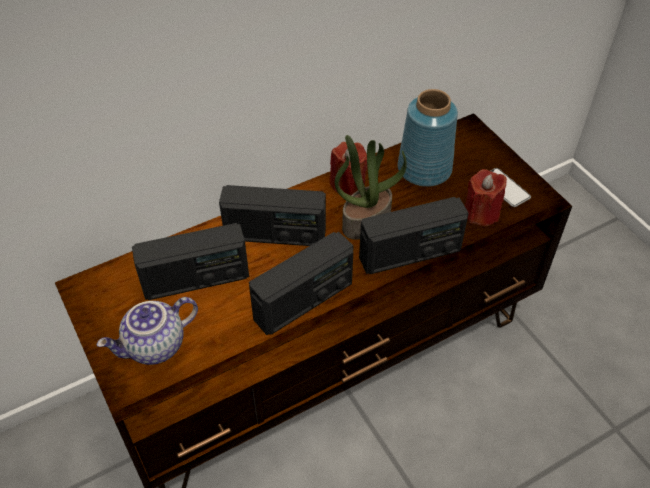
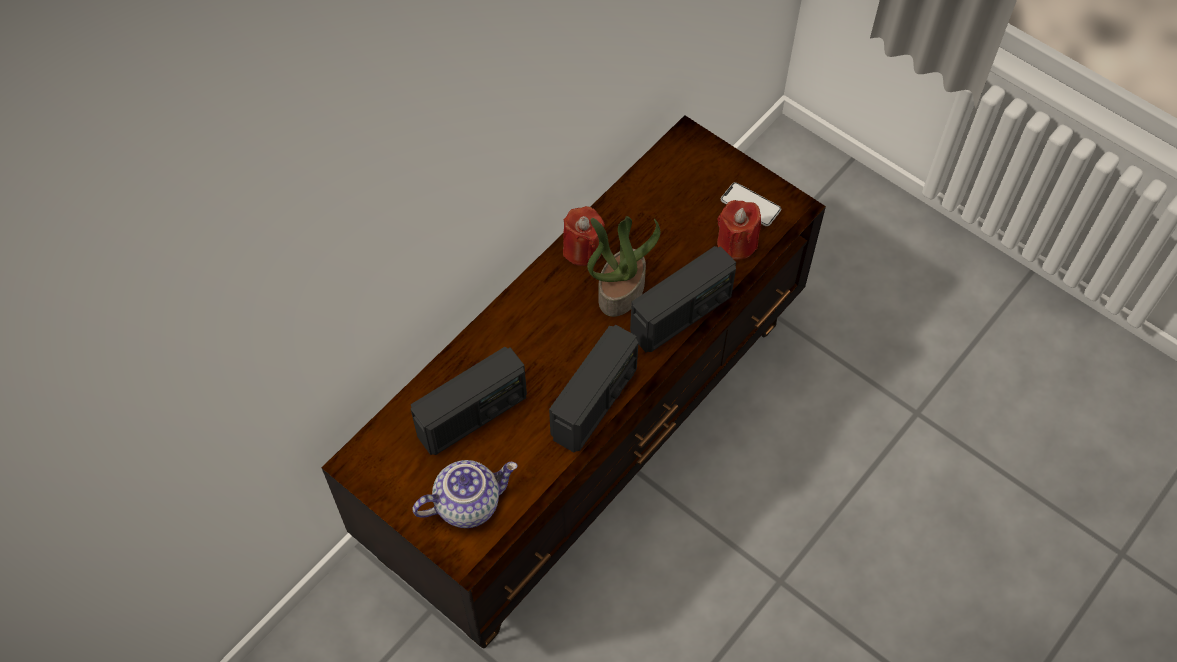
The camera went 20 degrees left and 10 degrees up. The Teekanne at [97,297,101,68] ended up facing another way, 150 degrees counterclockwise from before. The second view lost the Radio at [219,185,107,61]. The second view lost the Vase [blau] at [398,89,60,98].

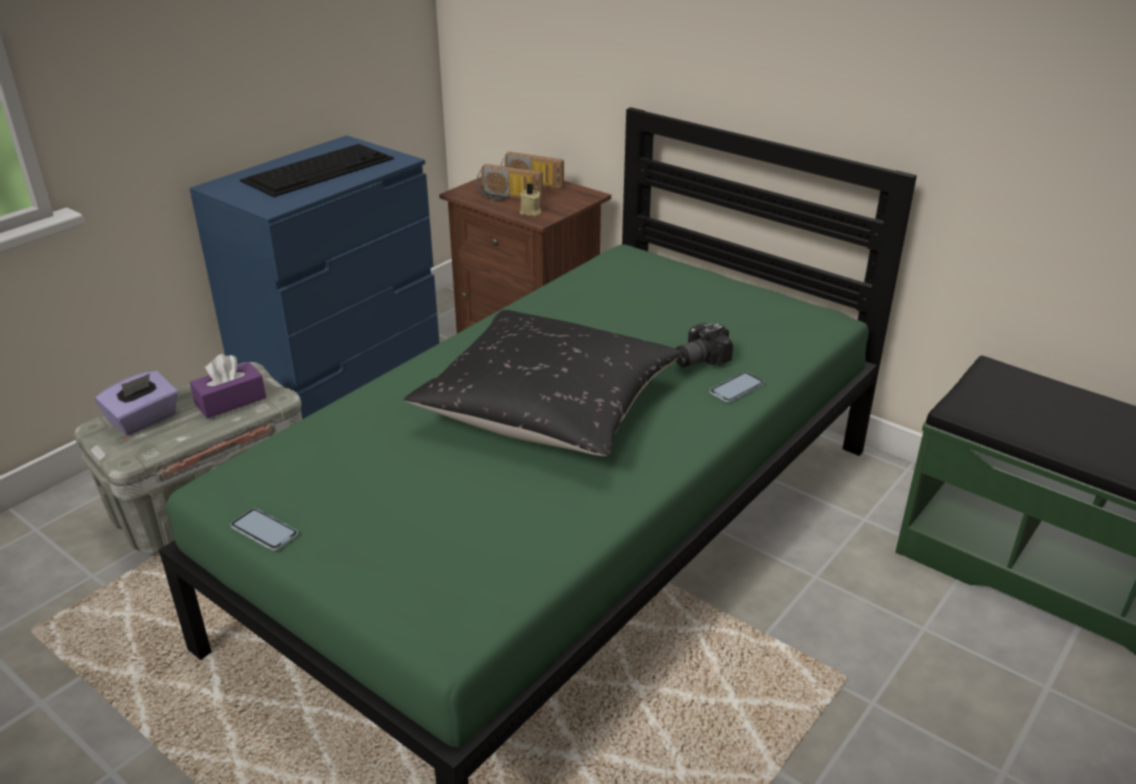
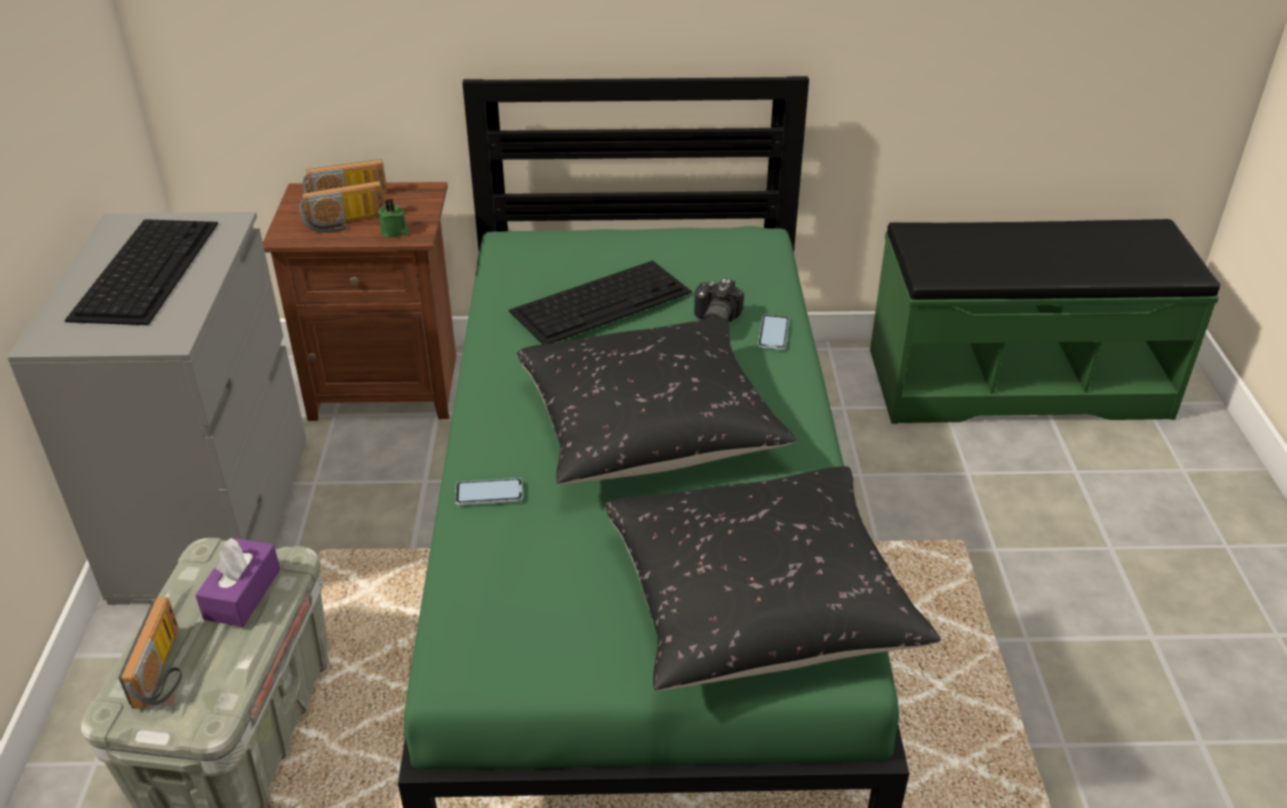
The camera went 40 degrees left and 5 degrees up. Where the Taschentuchbox [lila] stood at [95,371,83,65], the Radio came to stand at [118,597,64,111]. What was the Kommode [blau] at [189,135,251,284] turned into the Kommode [grau] at [7,212,299,393]. The Handy ended up elsewhere, having gone from [230,508,68,43] to [455,478,68,27]. What was the Kerze [beige] at [520,183,21,33] turned into the Kerze [grün] at [378,199,31,39]. The second view gained the Tastatur at [509,260,183,84]. The second view gained the Kissen [schwarz] at [605,466,336,225].

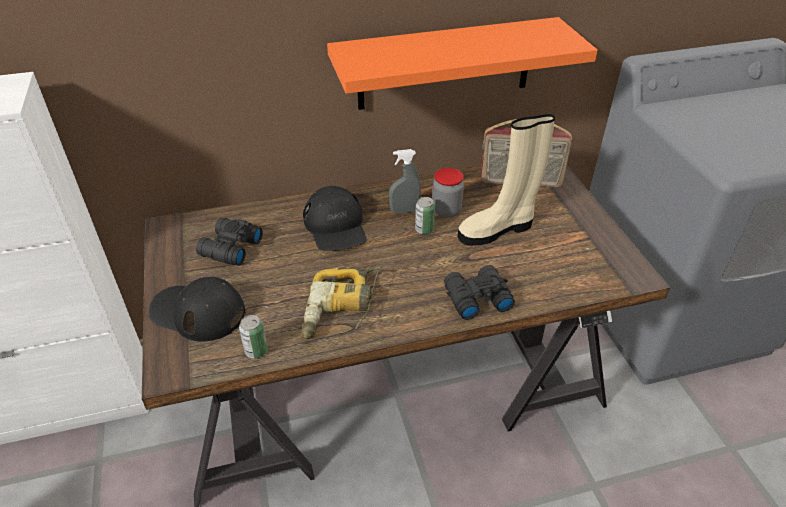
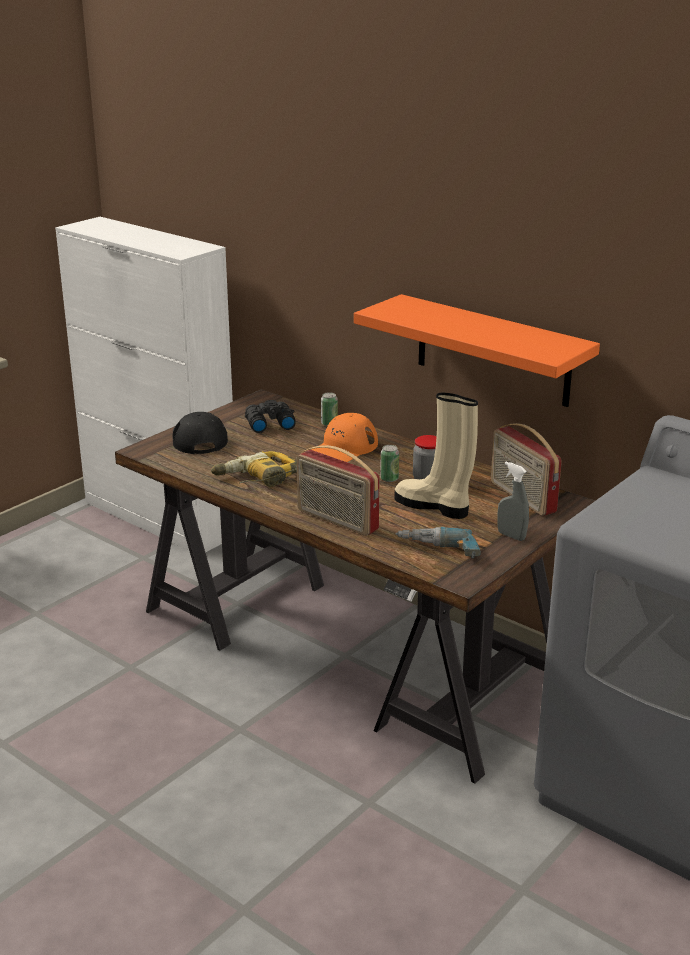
The camera went 55 degrees right and 15 degrees down. The Dose ended up elsewhere, having gone from [239,315,29,44] to [321,392,17,34]. What was the Kappe [schwarz] at [303,186,64,65] turned into the Kappe [orange] at [312,413,66,49]. The Sprühflasche [grau] ended up elsewhere, having gone from [389,149,32,65] to [497,462,32,79]. Where the Fernglas [schwarz] stood at [444,265,71,55], the Radio came to stand at [297,445,83,91]. The second view gained the Bohrmaschine at [395,527,86,32].

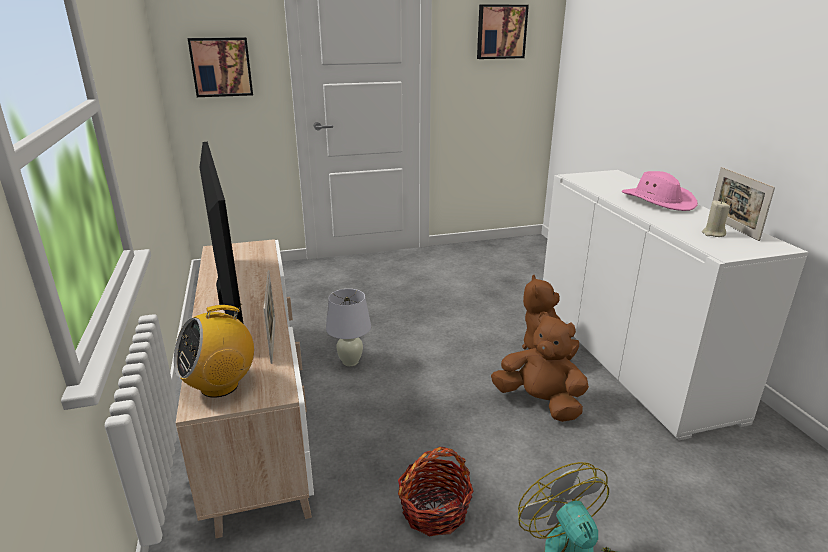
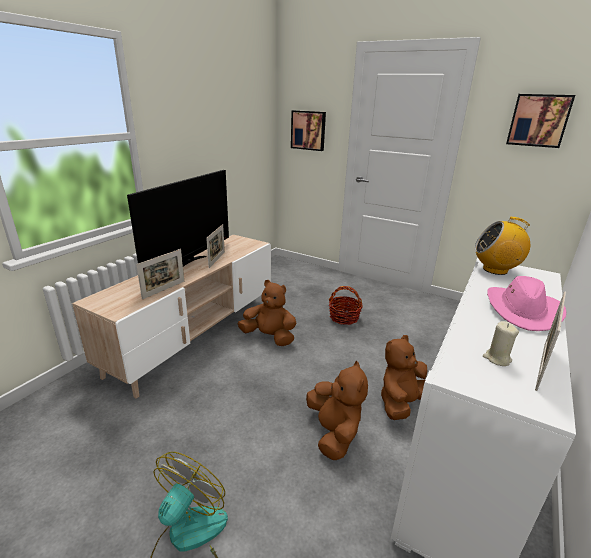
The camera went 45 degrees right and 0 degrees up. The Radio ended up elsewhere, having gone from [174,304,80,94] to [475,217,55,58]. Where the Tischlampe [weiß] stood at [326,289,45,77], the Plüschtier [braun] came to stand at [237,280,60,66]. The Korb ended up elsewhere, having gone from [398,447,76,89] to [329,286,34,39]. The second view gained the Bilderrahmen at [206,224,19,44].

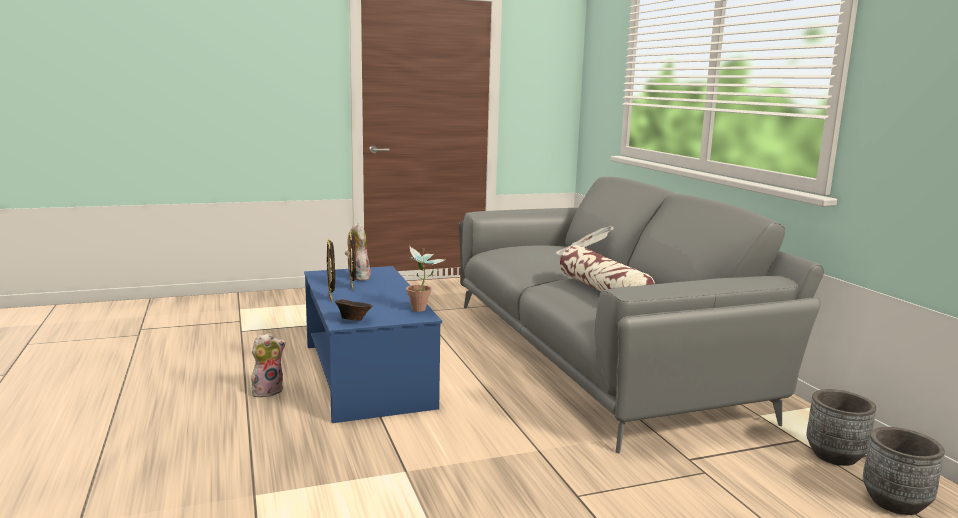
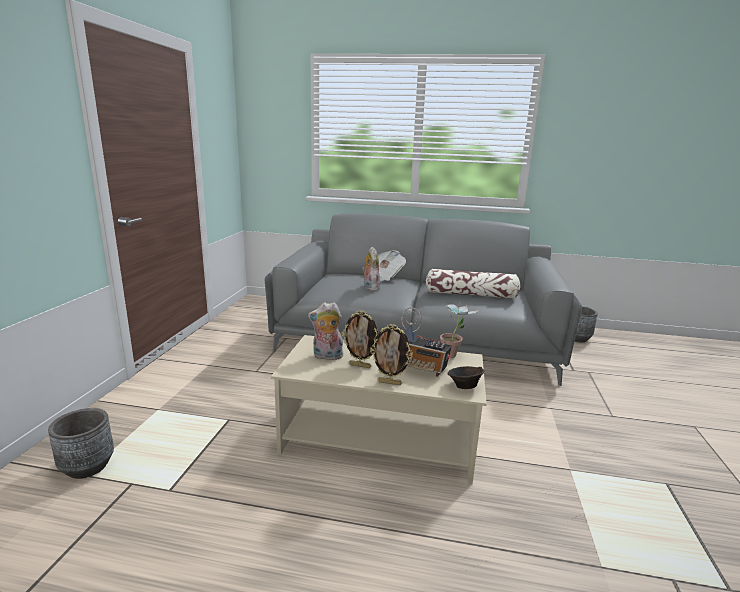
The camera went 60 degrees left and 5 degrees up. The Plüschtier ended up elsewhere, having gone from [251,333,35,64] to [362,247,18,44]. What was the Couchtisch [blau] at [304,266,138,157] turned into the Couchtisch [beige] at [271,335,216,149]. The Pflanzkübel [grau] ended up elsewhere, having gone from [863,427,82,88] to [48,408,66,71]. The second view gained the Radio at [402,307,50,70].

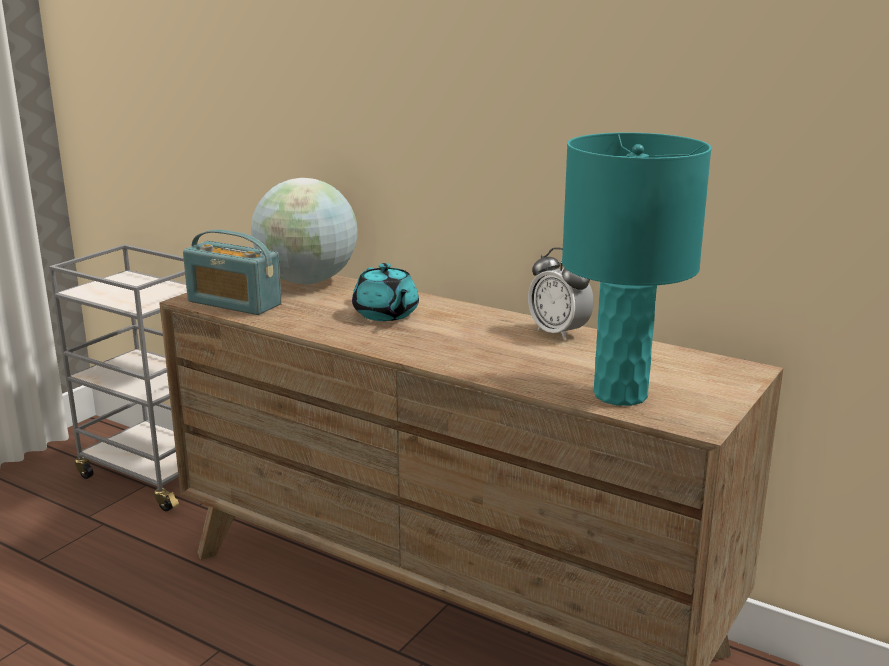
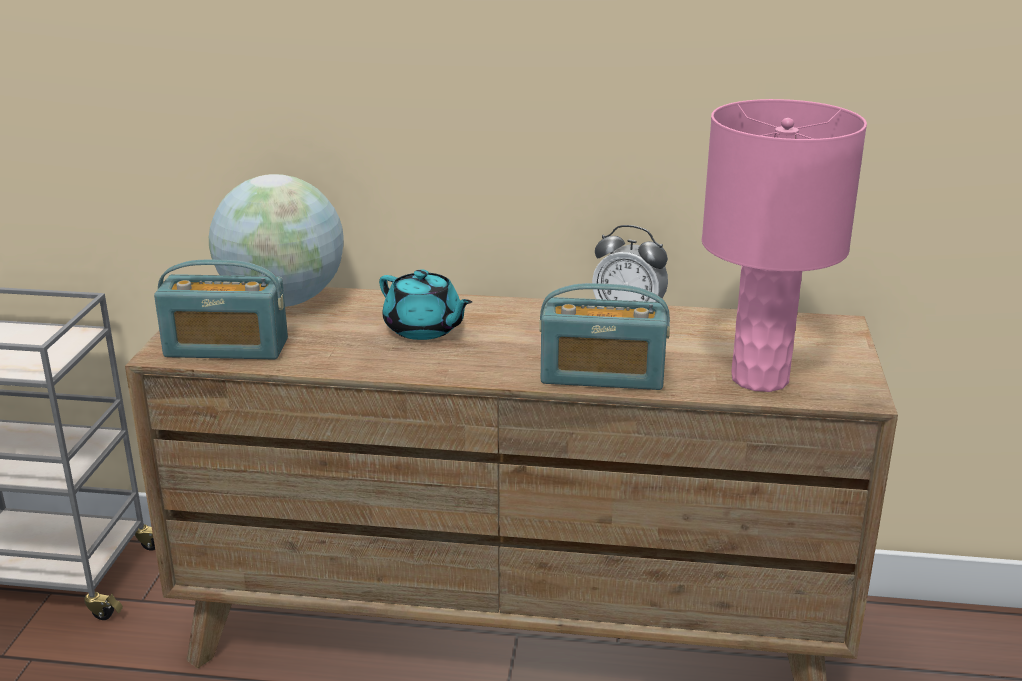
The camera went 25 degrees left and 5 degrees up. What was the Tischlampe [türkis] at [562,132,150,274] turned into the Tischlampe [rosa] at [702,99,165,293]. The second view gained the Radio at [539,283,131,107].

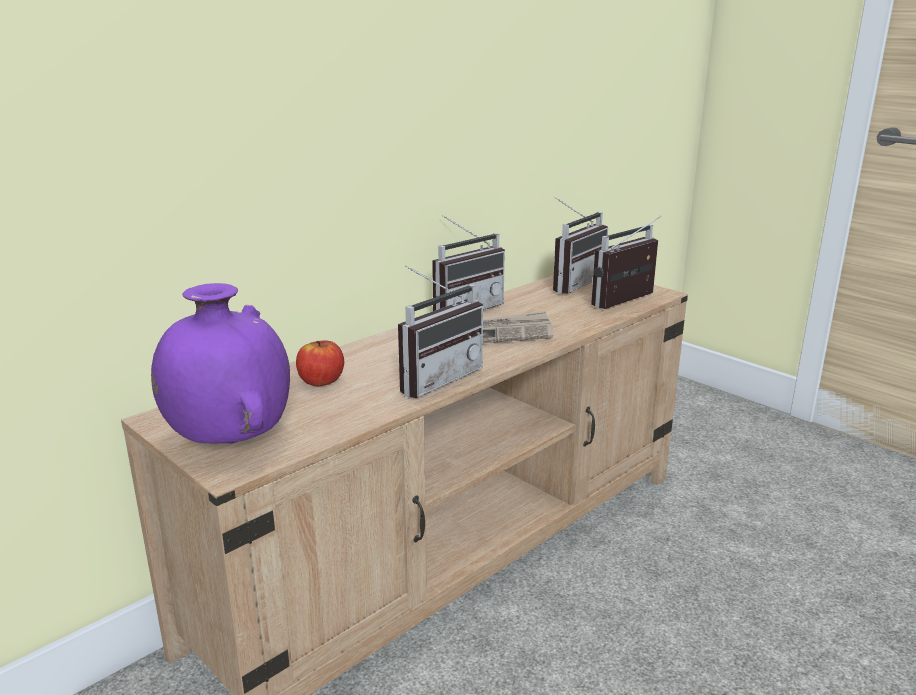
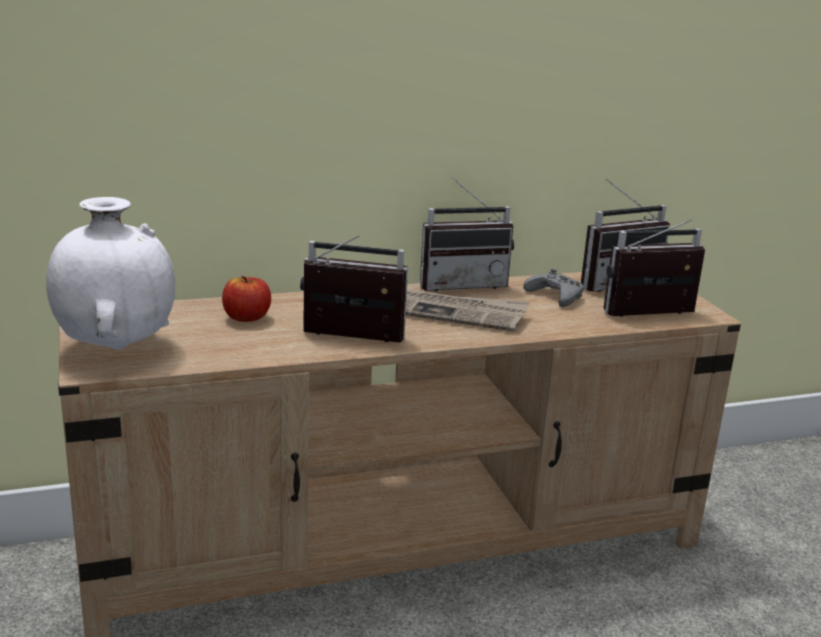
The camera went 25 degrees right and 0 degrees up. What was the Vase [lila] at [151,283,139,161] turned into the Vase [weiß] at [46,197,129,152]. The Radio at [398,265,85,133] ended up facing another way, 150 degrees counterclockwise from before. The second view gained the Gamepad [grau] at [523,269,61,38].

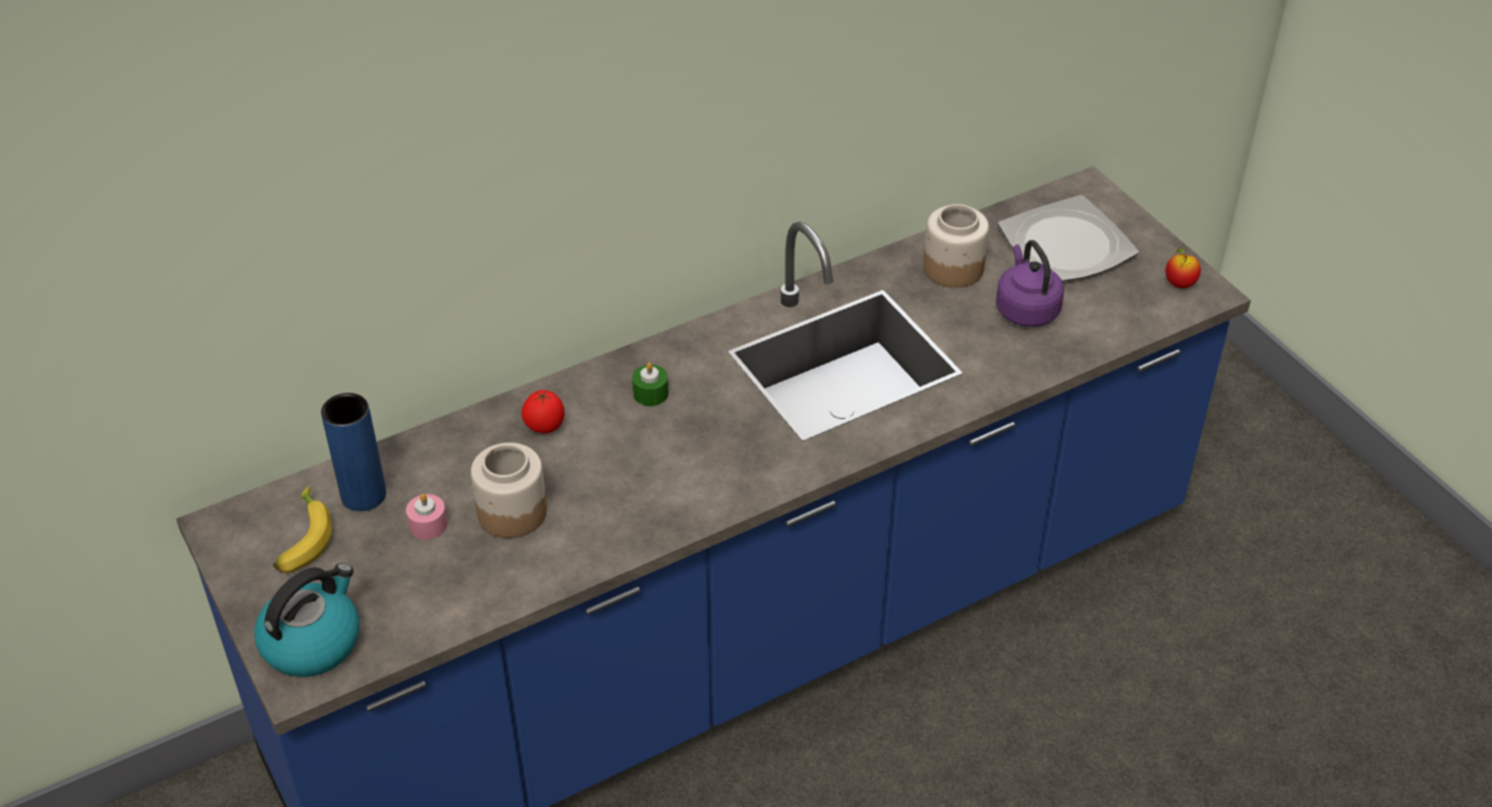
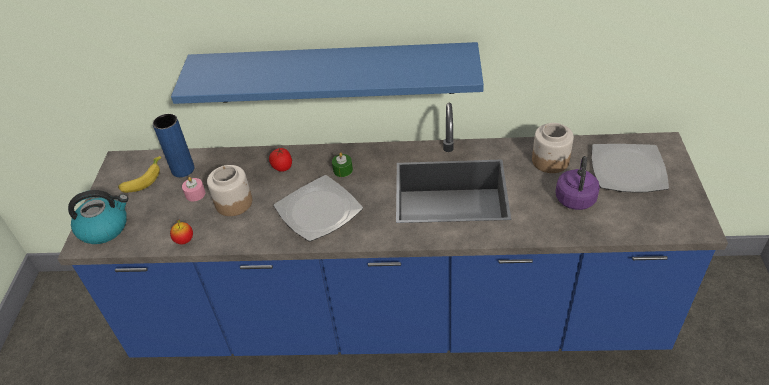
The camera went 35 degrees right and 0 degrees up. The Apfel ended up elsewhere, having gone from [1165,248,36,40] to [170,219,23,25]. The second view gained the Wandregal [blau] at [171,42,313,62]. The second view gained the Teller at [274,175,89,67].

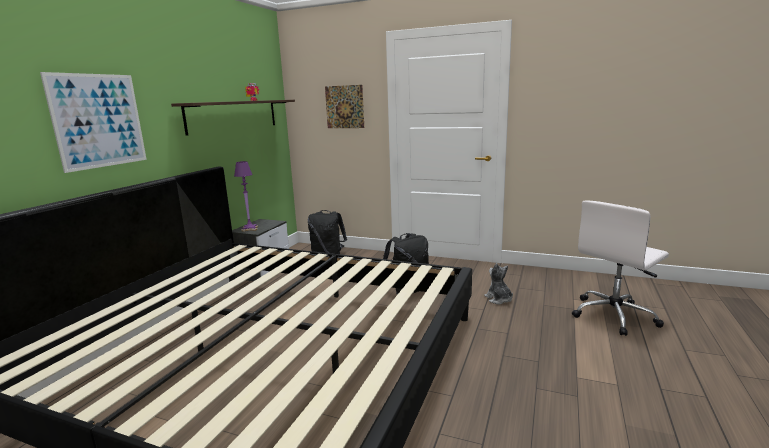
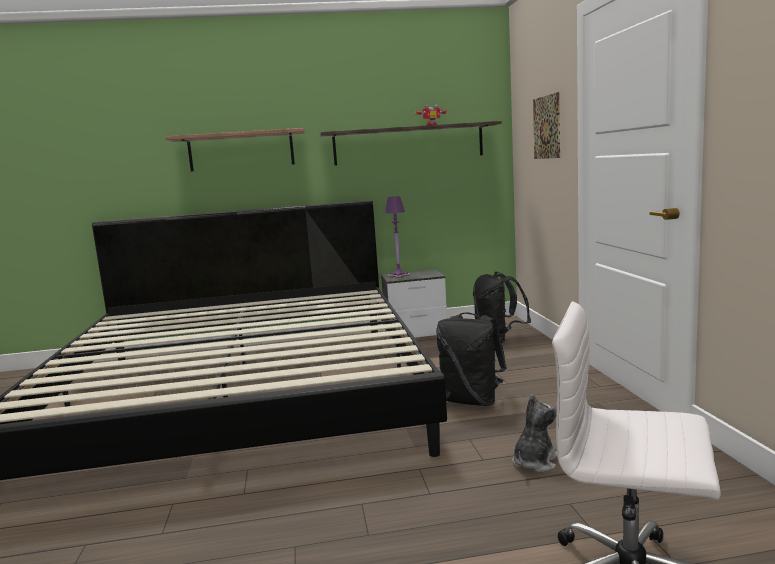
The camera went 60 degrees right and 5 degrees down. Where the Bild hung at [40,72,107,101], the Wandregal came to hang at [165,128,140,43].

